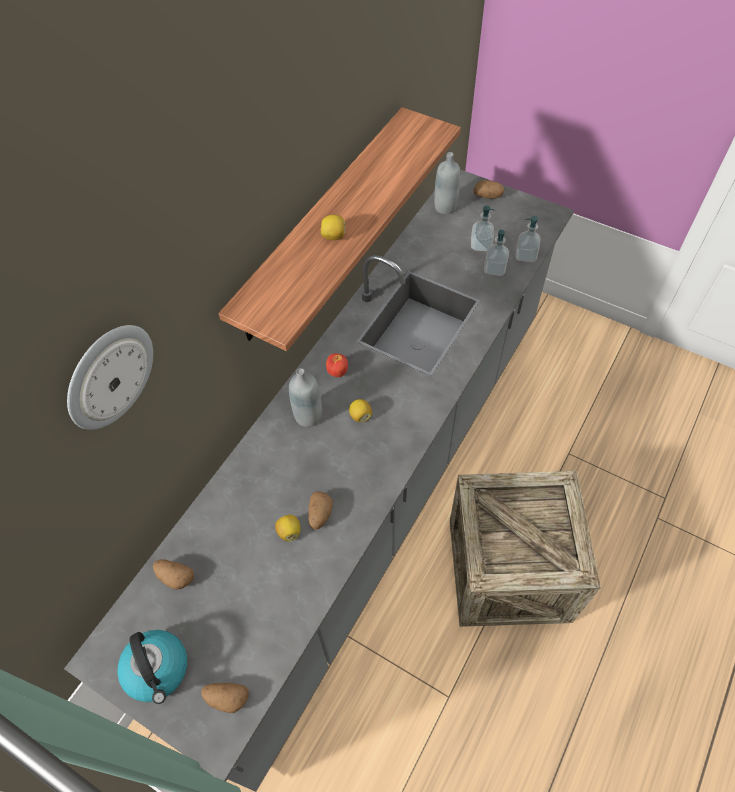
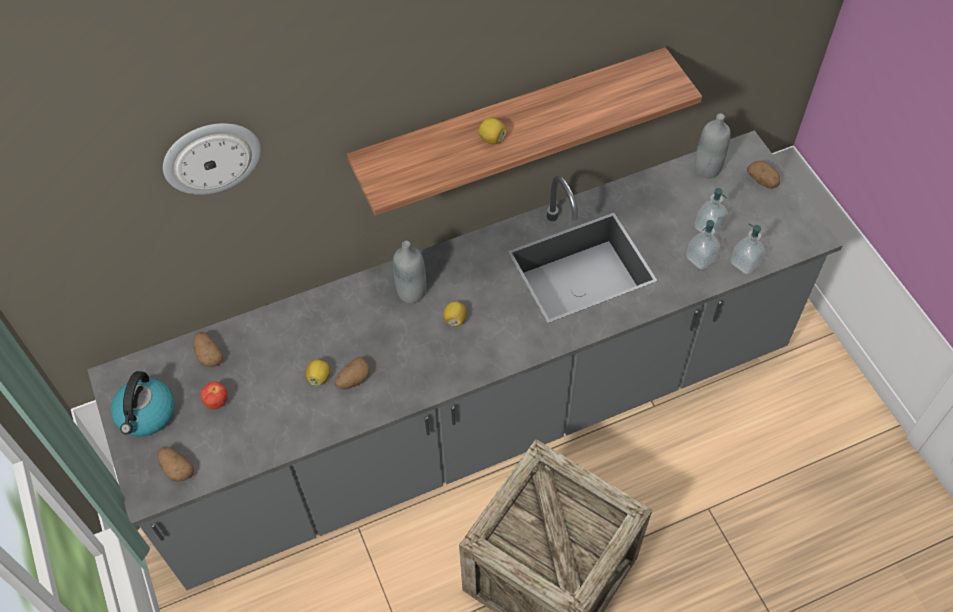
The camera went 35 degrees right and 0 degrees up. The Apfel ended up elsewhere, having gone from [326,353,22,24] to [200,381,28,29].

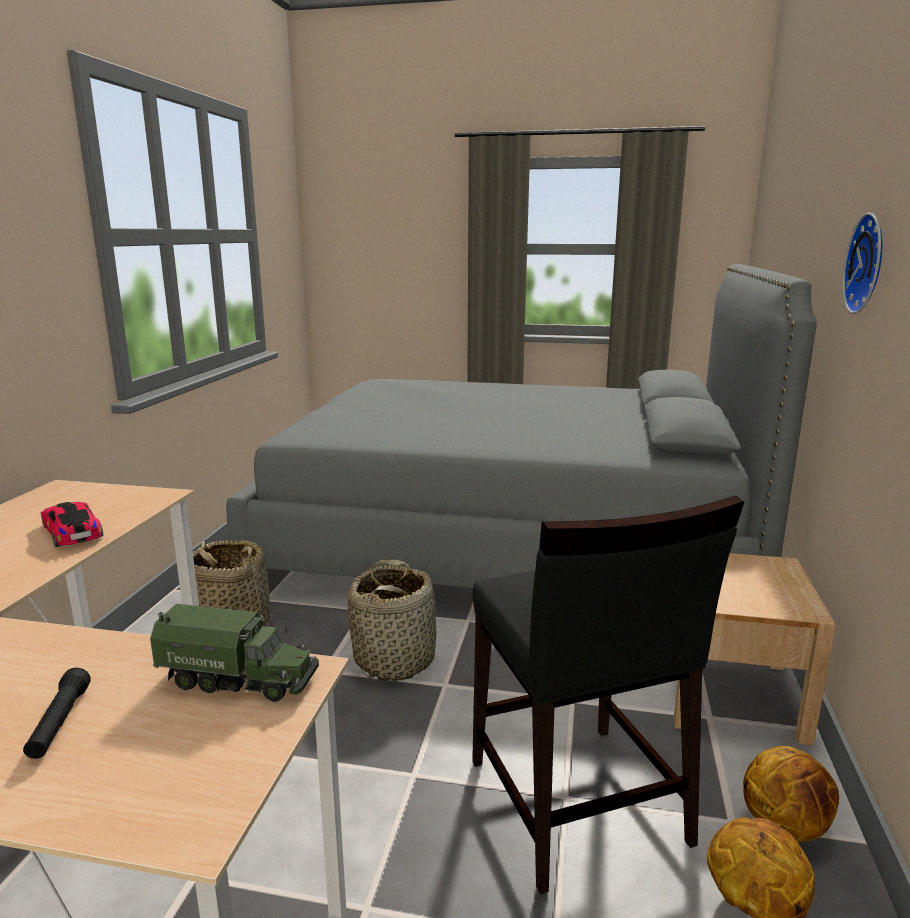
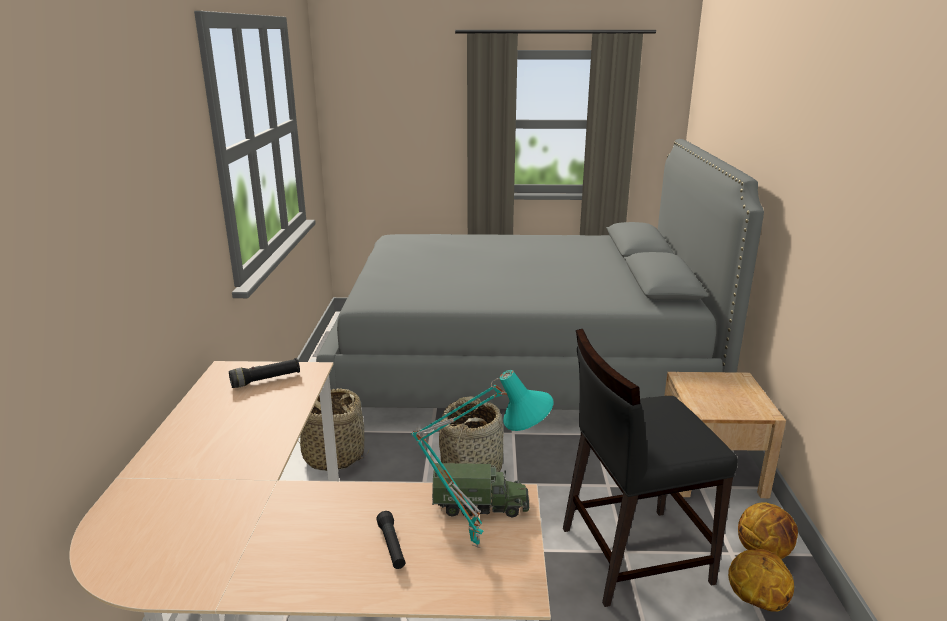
The camera went 10 degrees left and 5 degrees up. The second view lost the Spielzeugauto at [40,502,63,45]. The Stuhl [schwarz] at [472,495,272,400] ended up facing another way, 105 degrees clockwise from before. The second view lost the Wanduhr at [842,213,40,101]. The second view gained the Taschenlampe [schwarz] at [229,358,71,30]. The second view gained the Tischlampe [türkis] at [411,370,143,178].

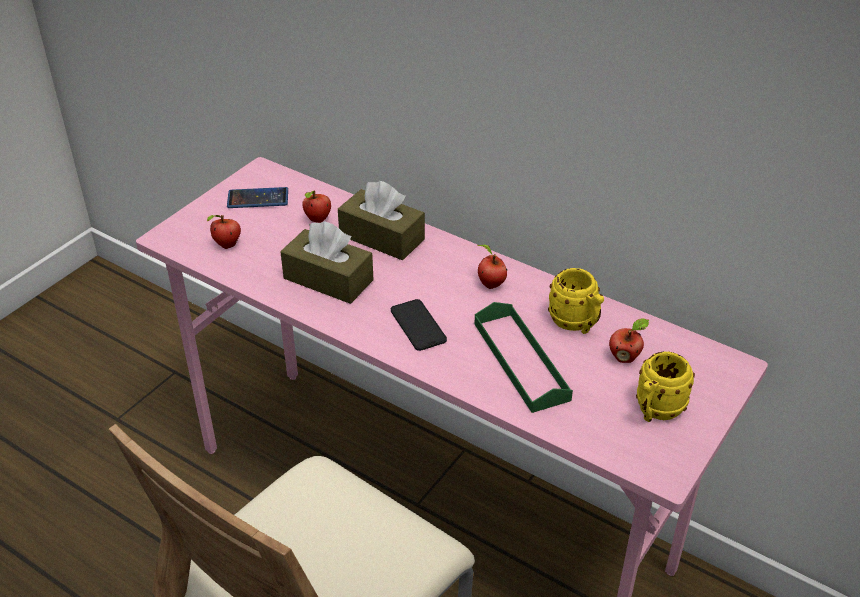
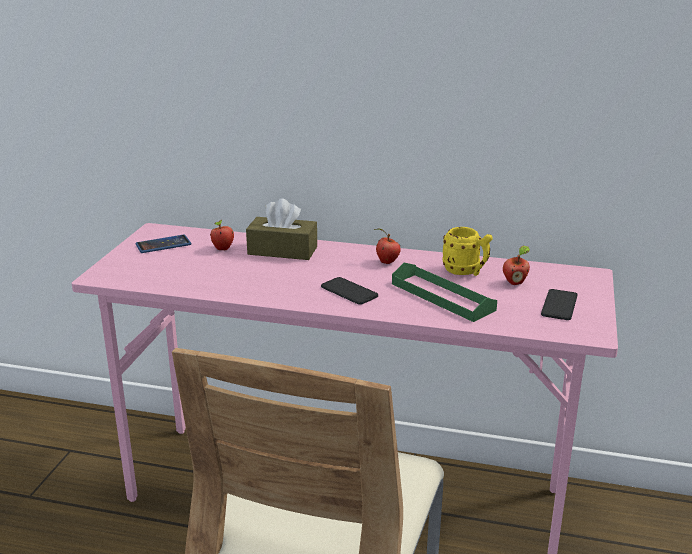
The camera went 20 degrees left and 15 degrees down. The second view lost the Apfel at [207,215,34,34]. The second view lost the Taschentuchbox [braun] at [280,221,94,83]. Where the Henkelbecher [gelb] stood at [636,351,59,71], the Handy came to stand at [541,289,37,31].

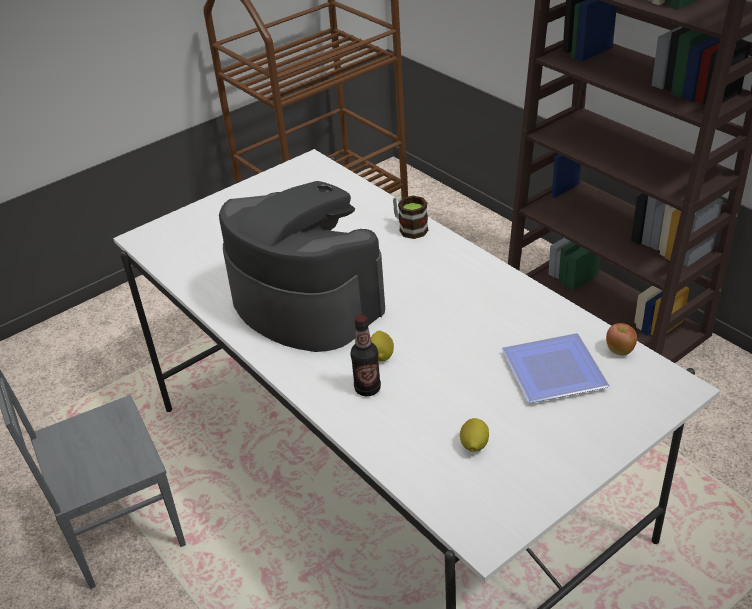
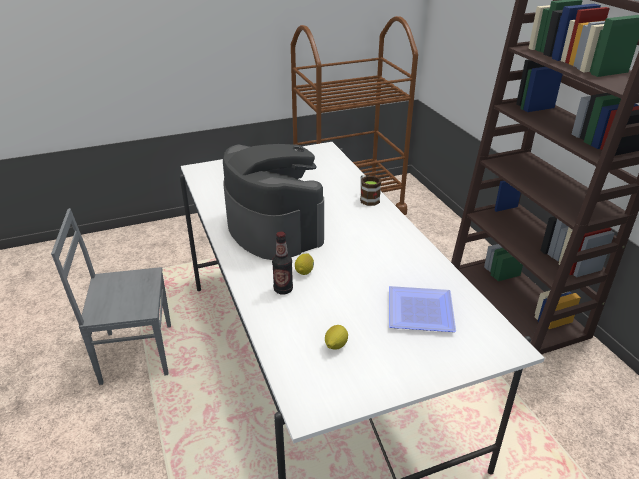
The camera went 15 degrees right and 5 degrees down. The second view lost the Apfel at [606,323,31,33].

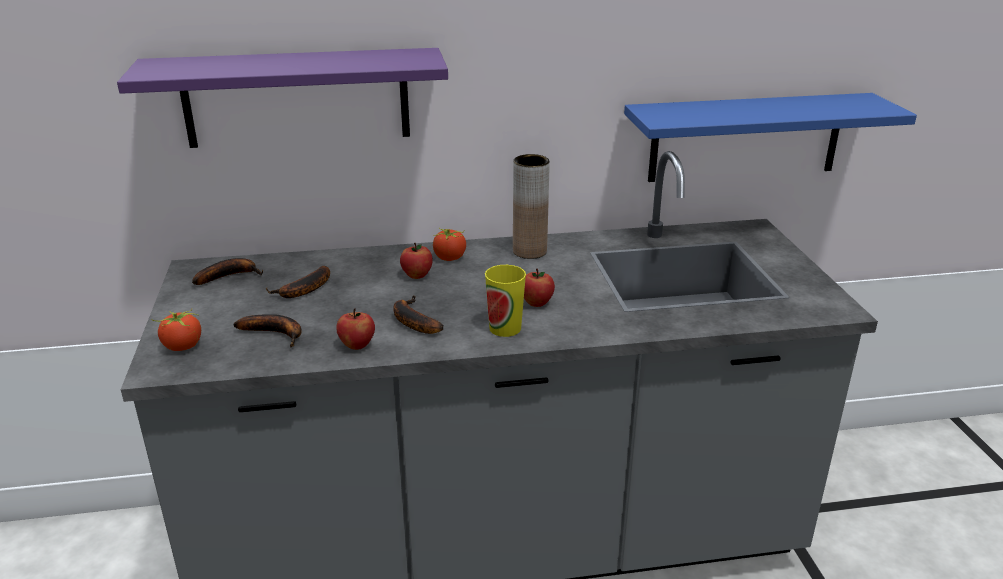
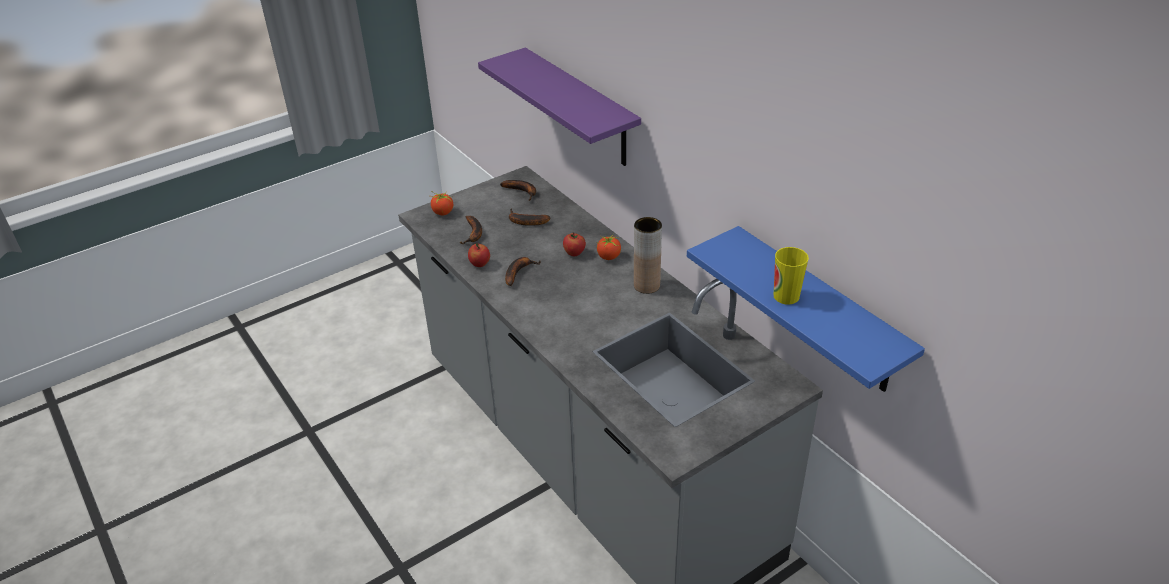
The camera went 65 degrees right and 10 degrees up. The Tasse ended up elsewhere, having gone from [485,265,41,72] to [774,247,35,58]. The second view lost the Apfel at [524,269,31,38].

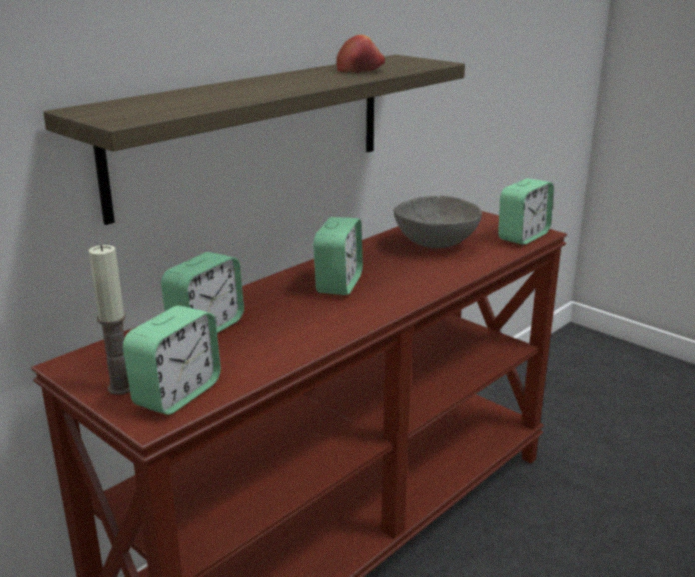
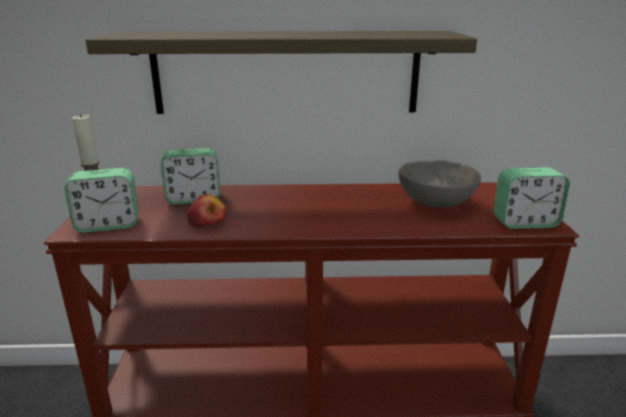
The camera went 45 degrees right and 0 degrees up. The second view lost the Wecker at [313,217,50,78]. The Apfel ended up elsewhere, having gone from [336,35,49,38] to [187,194,40,34].

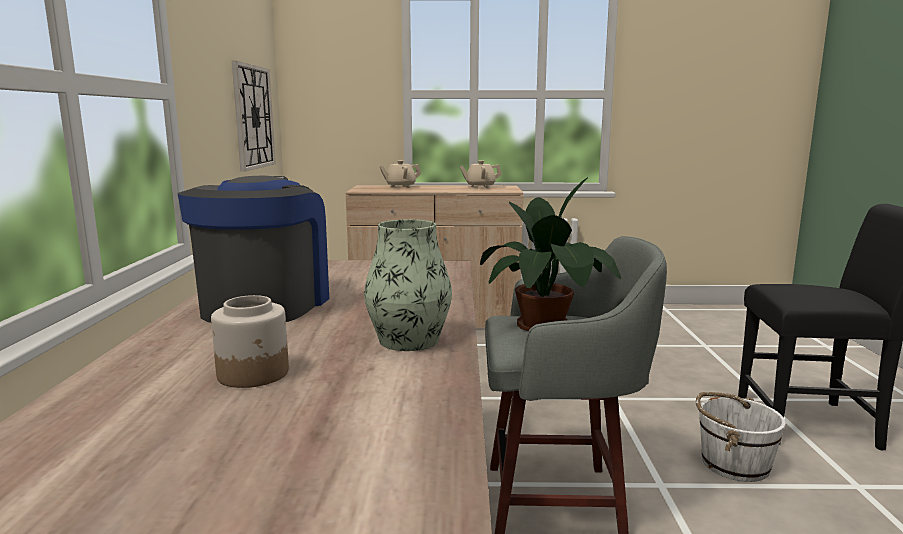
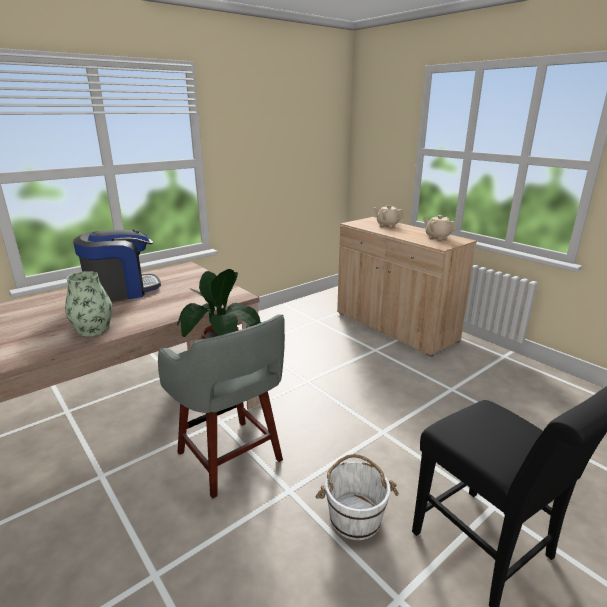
The camera went 50 degrees right and 10 degrees up. The second view lost the Vorratsglas at [211,295,78,93]. The second view lost the Wanduhr at [232,61,44,111].

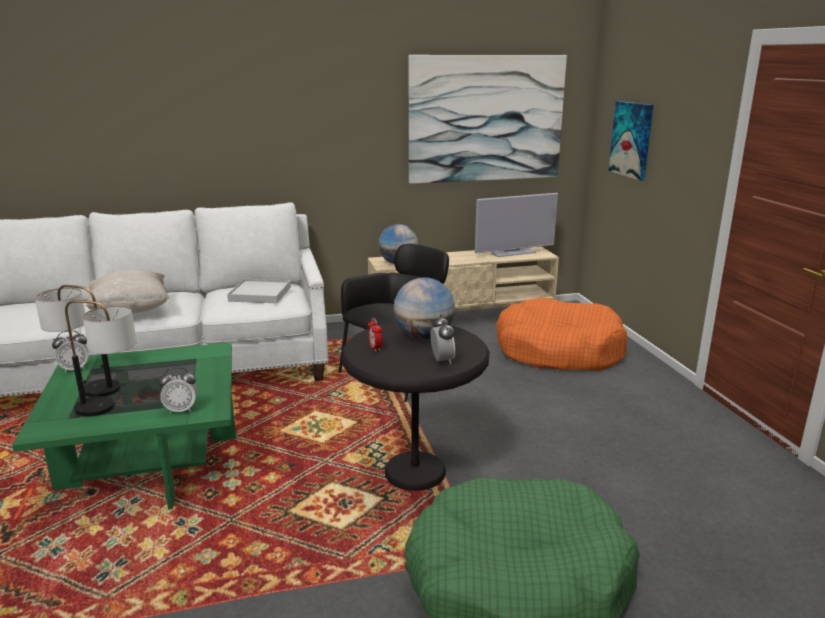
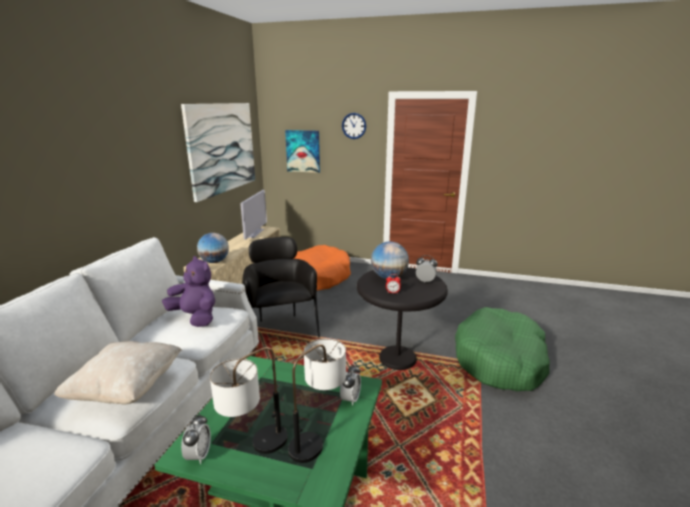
The camera went 60 degrees left and 0 degrees up. Where the Tablett [weiß] stood at [227,279,64,24], the Plüschtier [lila] came to stand at [162,256,53,71]. The second view gained the Wanduhr at [342,113,24,26].

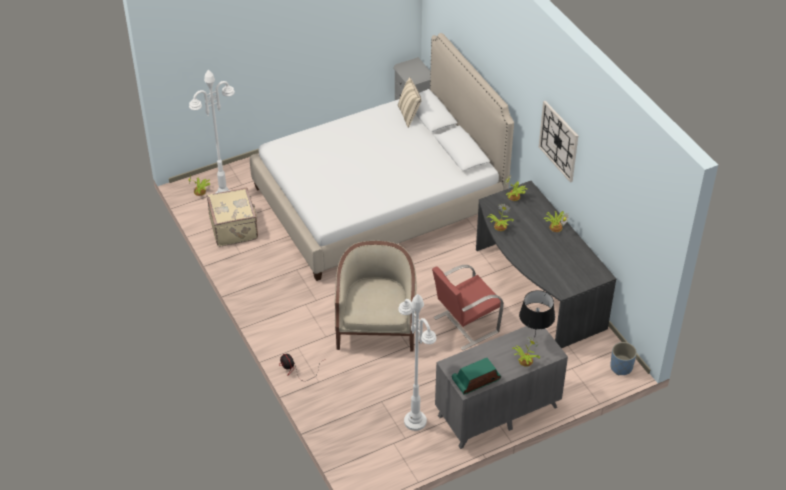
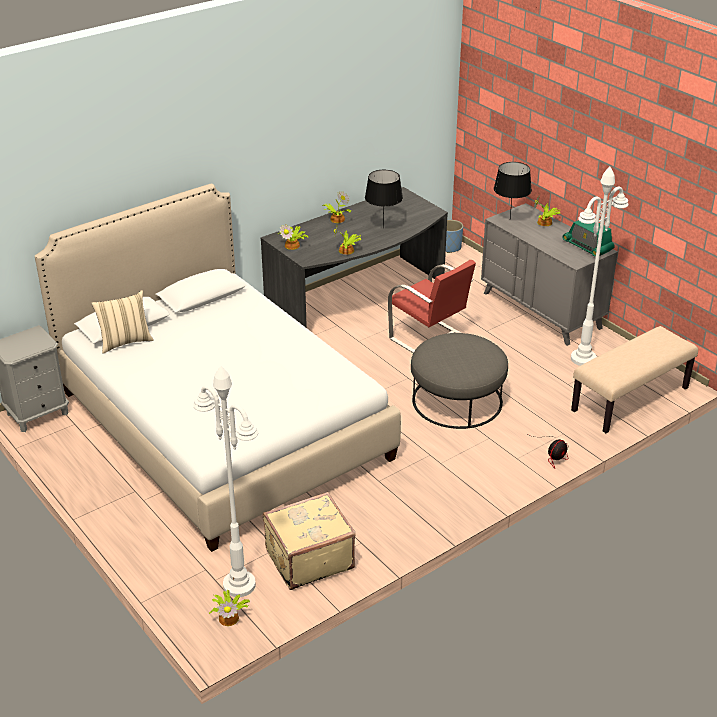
The camera went 100 degrees left and 10 degrees down. Where the Sessel [beige] stood at [335,241,81,111], the Polsterhocker [grau] came to stand at [411,333,97,96]. The second view lost the Wanduhr at [539,101,39,81]. The second view gained the Tischlampe [schwarz] at [365,170,38,58]. The second view gained the Bank [beige] at [571,326,127,107].

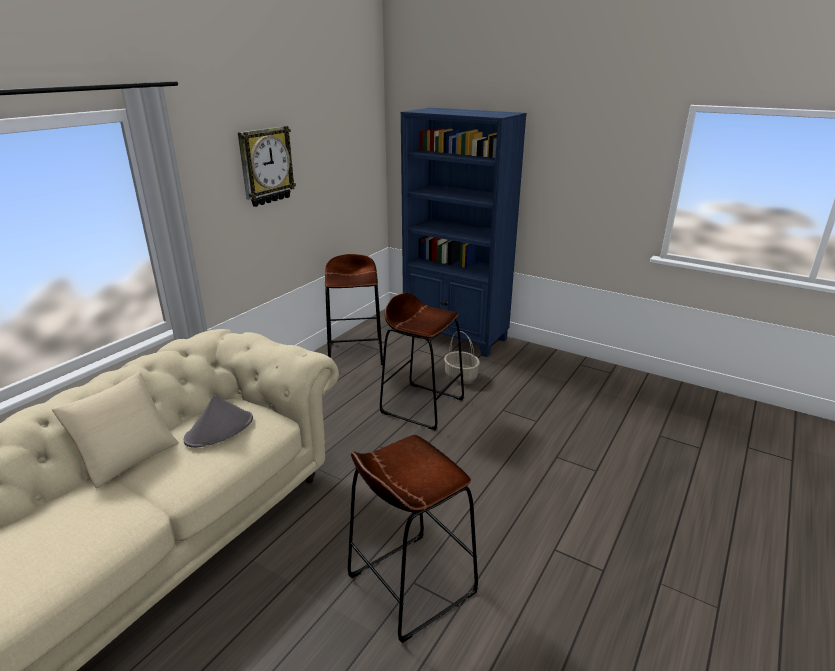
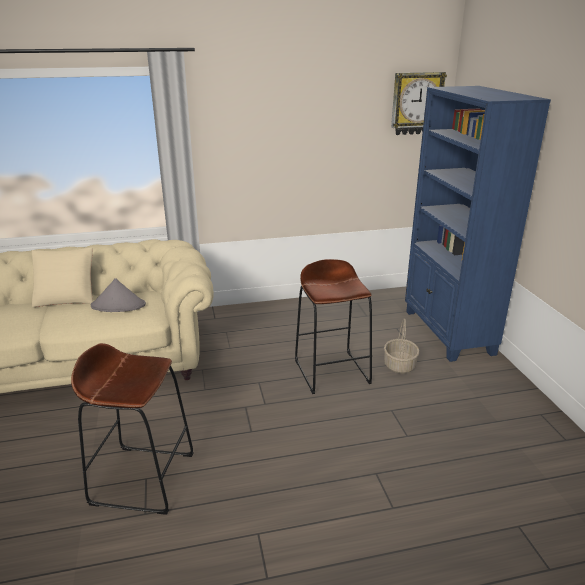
The camera went 45 degrees right and 0 degrees up. The Wanduhr ended up elsewhere, having gone from [238,126,58,81] to [391,72,56,63]. The second view lost the Hocker [braun] at [325,254,58,111].

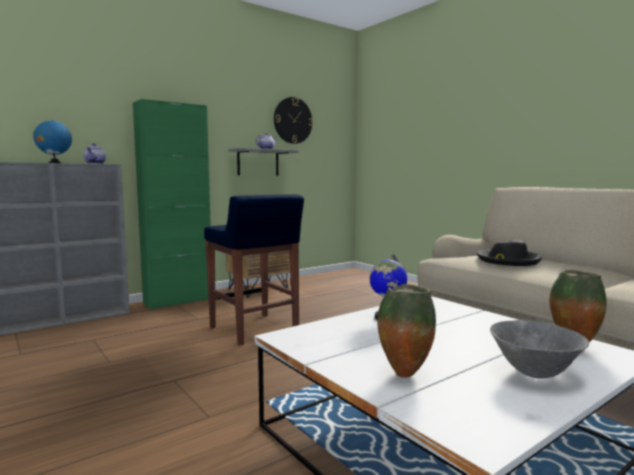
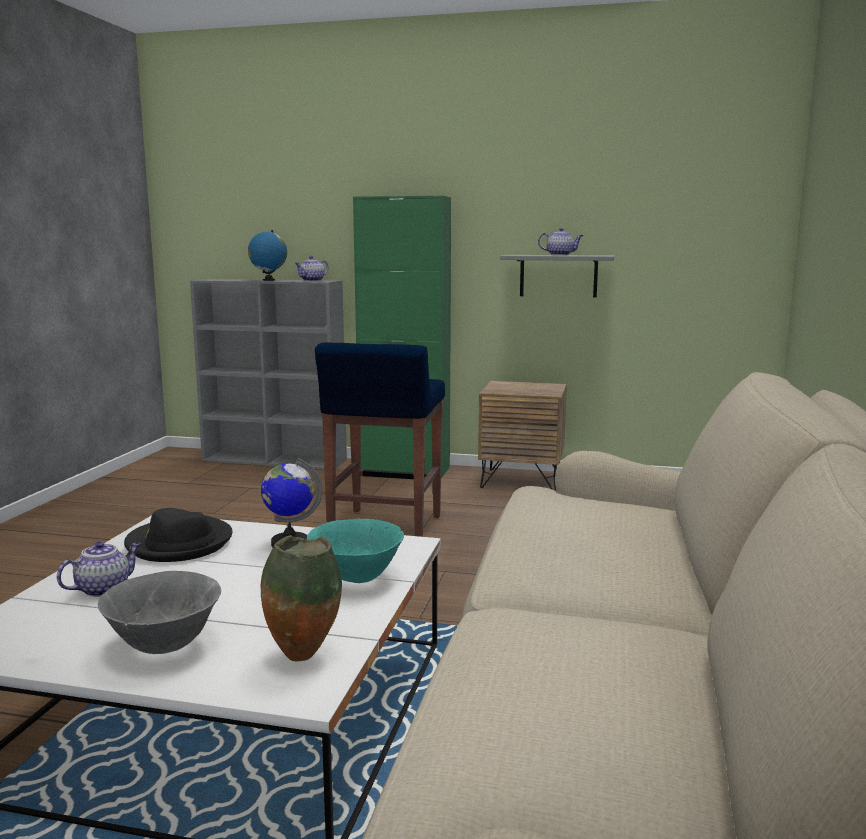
The camera went 50 degrees right and 5 degrees up. The second view lost the Wanduhr at [274,97,39,47]. Where the Vase stood at [377,284,59,94], the Teekanne came to stand at [57,541,84,56]. The Hut [schwarz] ended up elsewhere, having gone from [477,240,65,26] to [124,508,108,54]. The second view gained the Schüssel [türkis] at [307,519,97,64].

